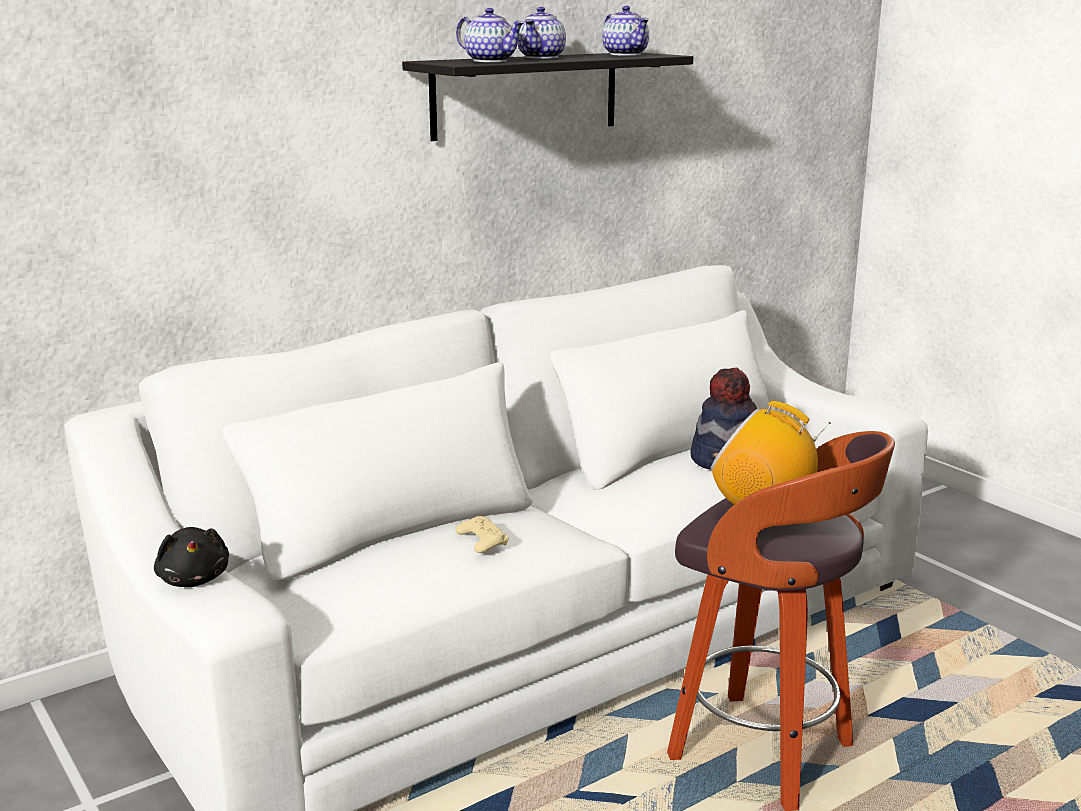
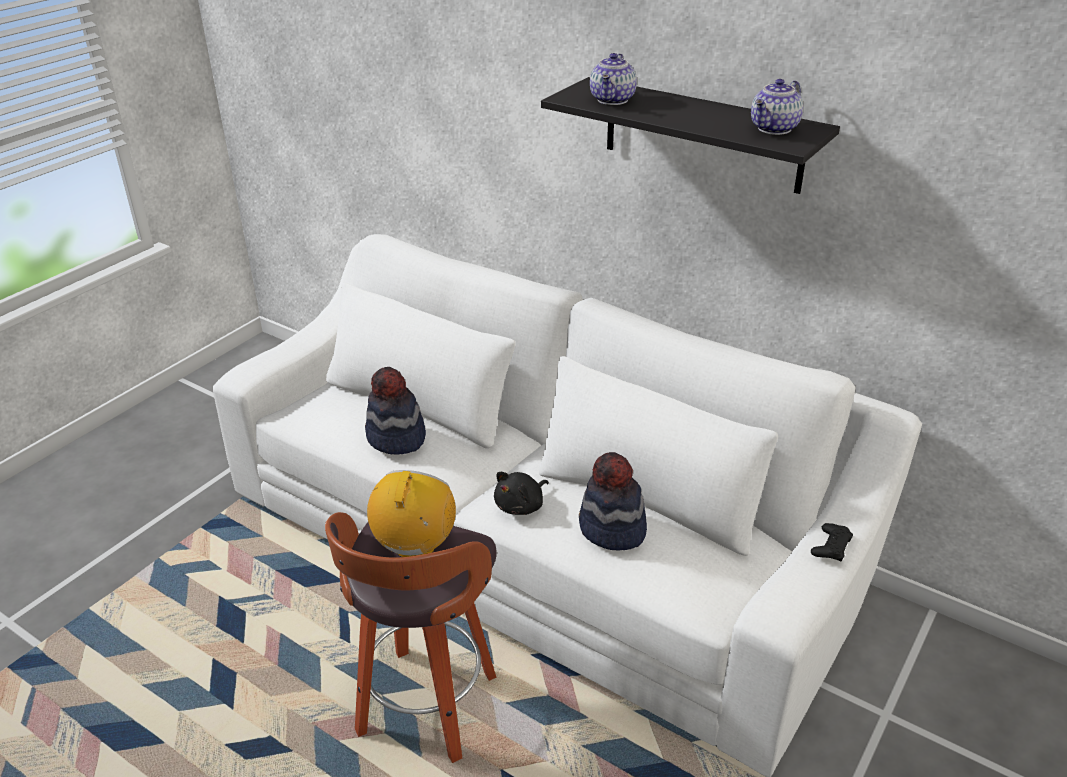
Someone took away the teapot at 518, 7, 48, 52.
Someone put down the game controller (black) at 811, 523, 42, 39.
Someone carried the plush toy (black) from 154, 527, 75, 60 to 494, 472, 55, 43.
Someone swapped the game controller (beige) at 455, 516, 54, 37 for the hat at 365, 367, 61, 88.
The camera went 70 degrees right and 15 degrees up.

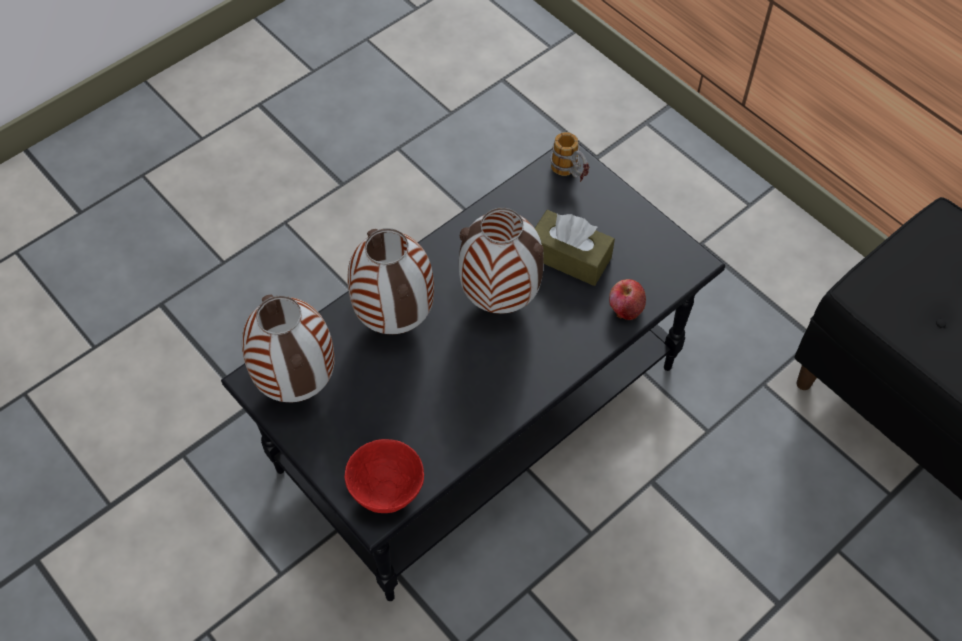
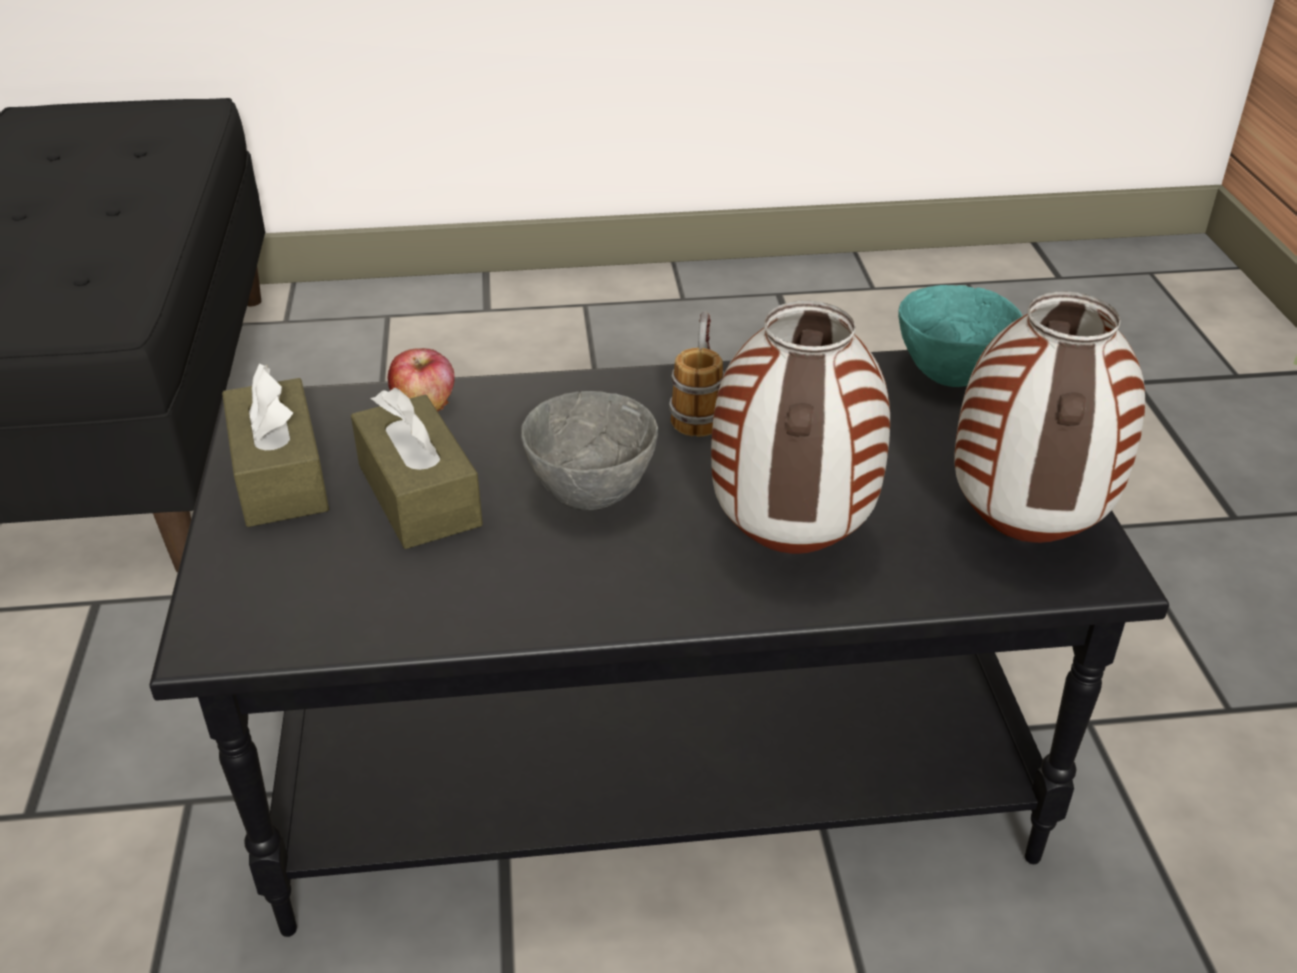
Someone put down the tissue box (brown) at 222, 363, 107, 164.
Someone carried the mug from 550, 132, 39, 50 to 669, 311, 55, 126.
Someone swapped the vase at 459, 208, 85, 106 for the bowl (grey) at 521, 391, 137, 119.
Someone repainted the bowl (red) at 345, 439, 79, 74, which became the bowl (turquoise) at 898, 285, 124, 102.
The camera went 145 degrees left and 20 degrees down.

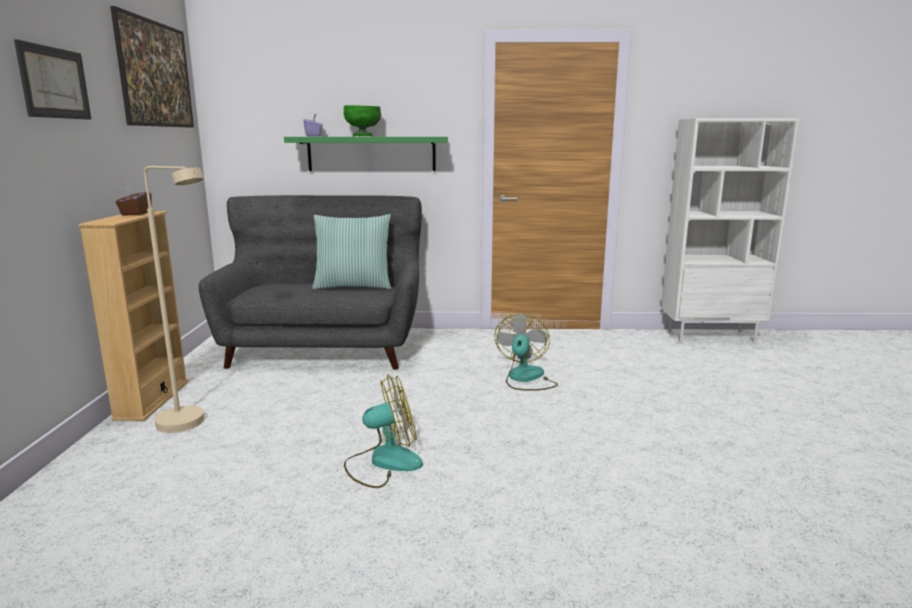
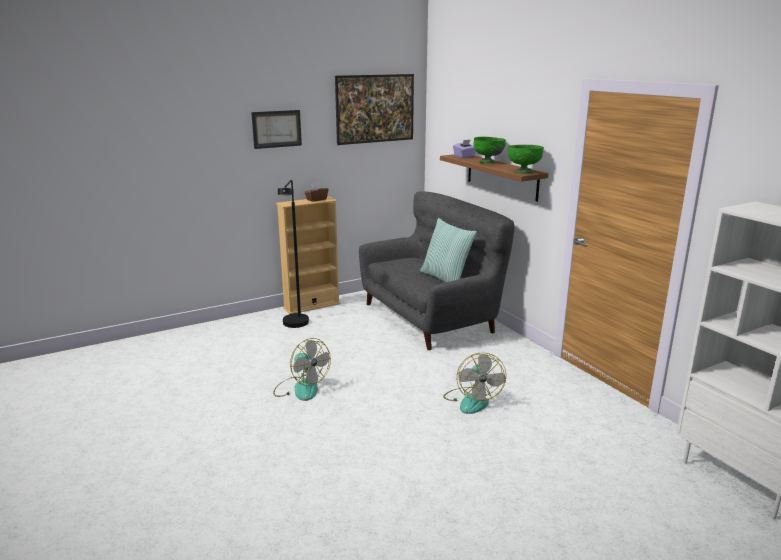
Someone put down the bowl (green) at 508, 145, 36, 29.
Someone repainted the floor lamp (beige) at 144, 166, 60, 267, which became the floor lamp (black) at 278, 180, 31, 148.
Someone repainted the shelf (green) at 284, 137, 164, 34, which became the shelf (brown) at 440, 154, 108, 48.
Someone rotated the fan at 494, 314, 64, 77 by 105 degrees clockwise.
The camera went 60 degrees right and 5 degrees up.

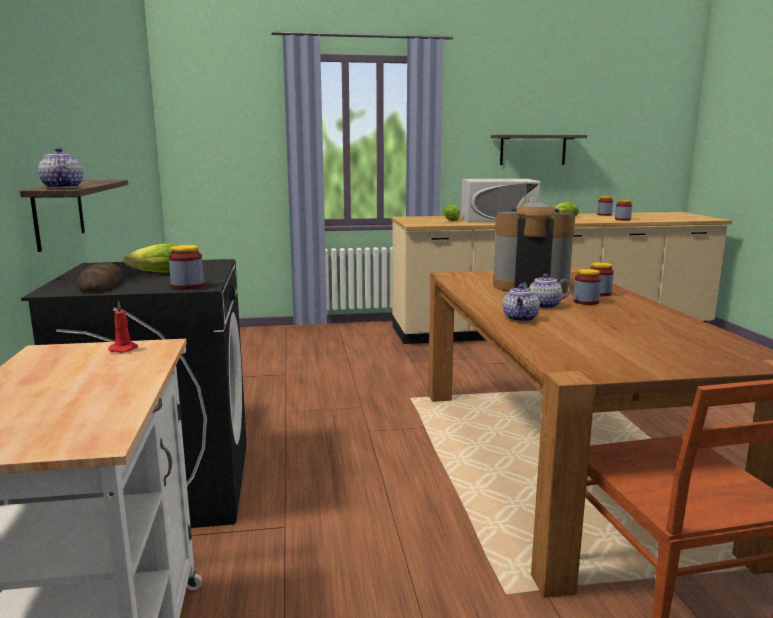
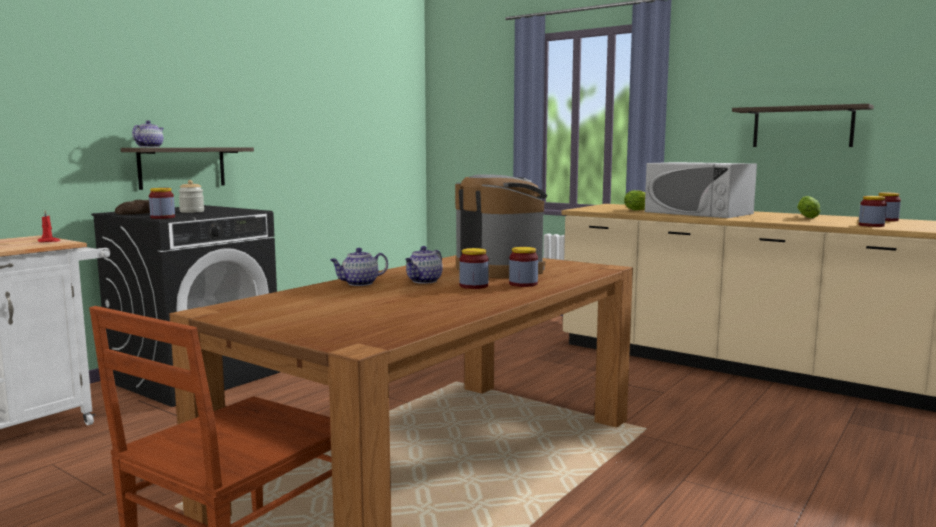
Someone swapped the lettuce at 123, 243, 54, 30 for the jar at 178, 180, 26, 33.
Someone rotated the teapot at 520, 274, 51, 35 by 90 degrees counterclockwise.
The camera went 45 degrees right and 5 degrees down.

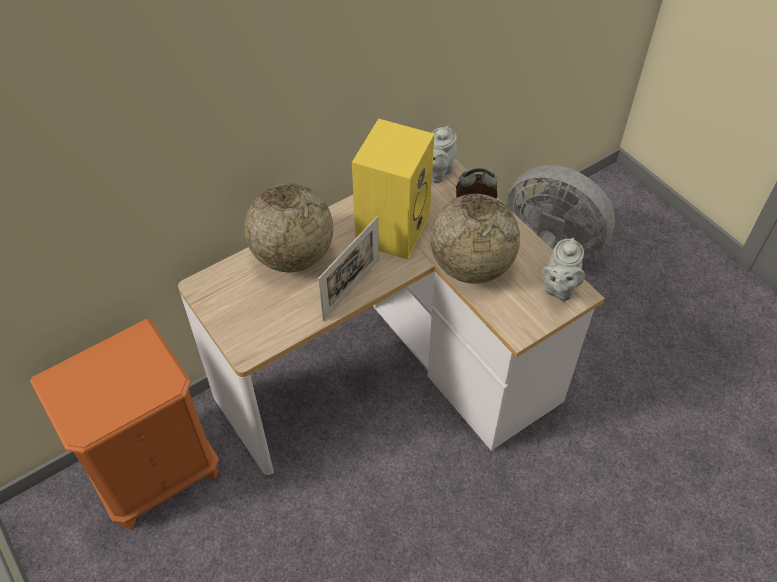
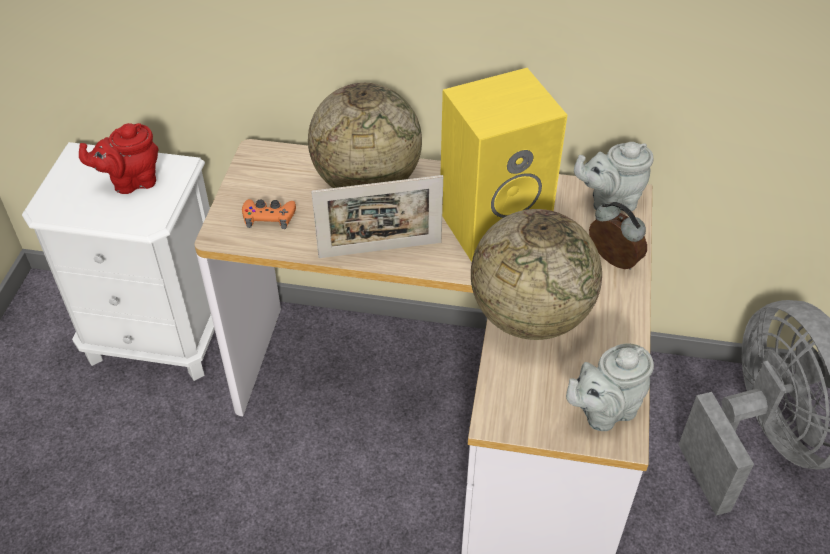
Someone put down the teapot (red) at 79, 123, 79, 71.
Someone put down the game controller (orange) at 242, 199, 54, 30.
Someone repainted the nightstand (orange) at 30, 319, 189, 210, which became the nightstand (white) at 22, 142, 193, 239.
The camera went 45 degrees right and 5 degrees down.

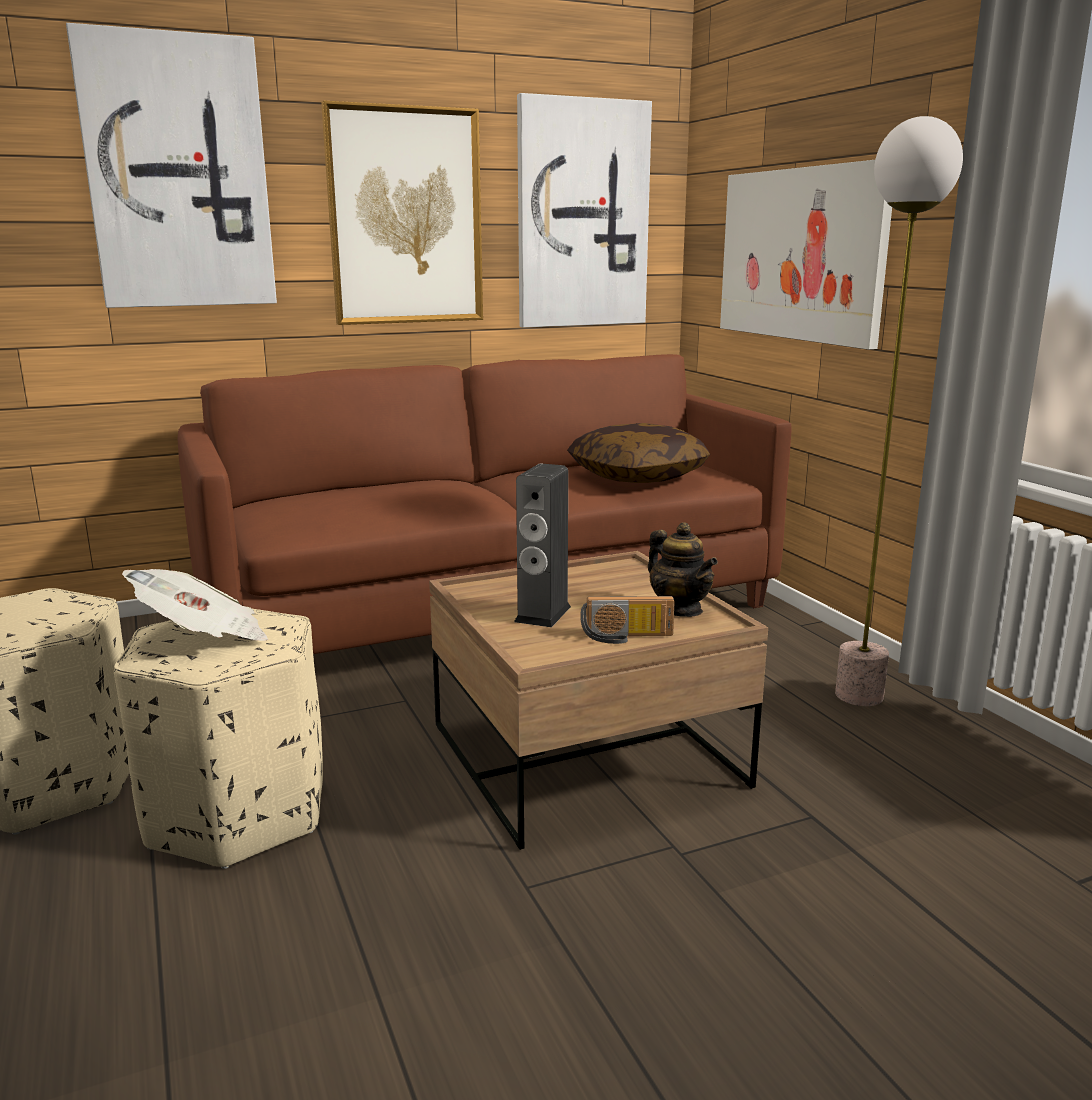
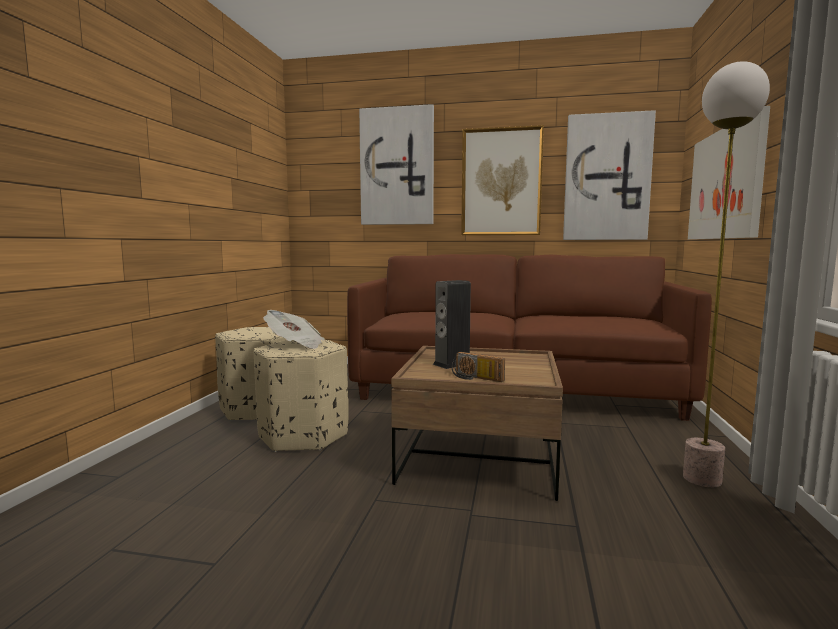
Someone took away the pillow at 567, 423, 143, 60.
Someone took away the teapot at 648, 522, 70, 95.
The camera went 35 degrees right and 10 degrees down.

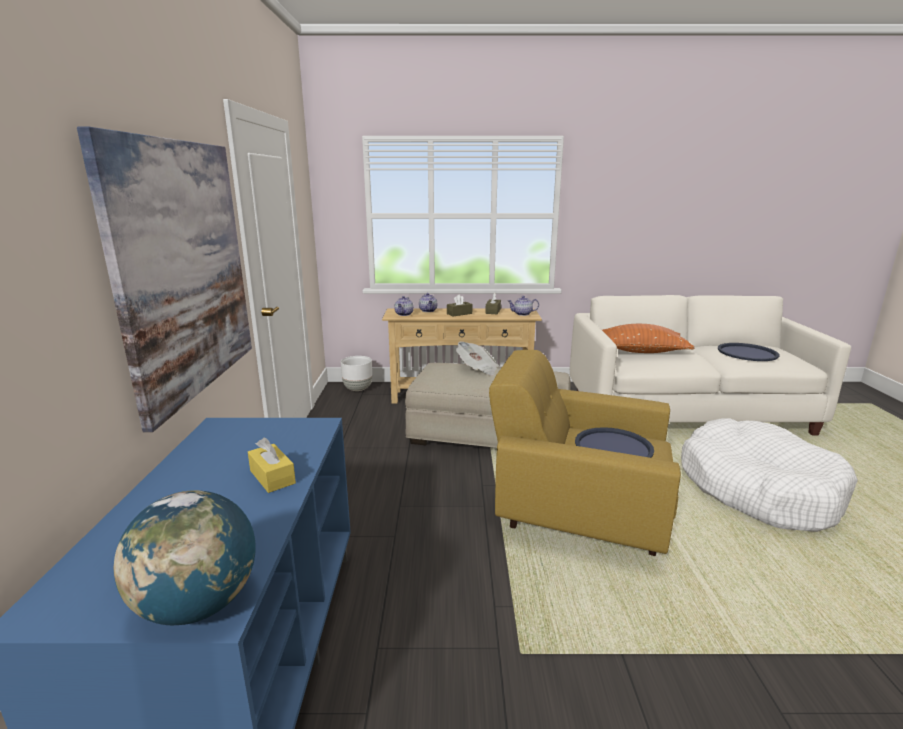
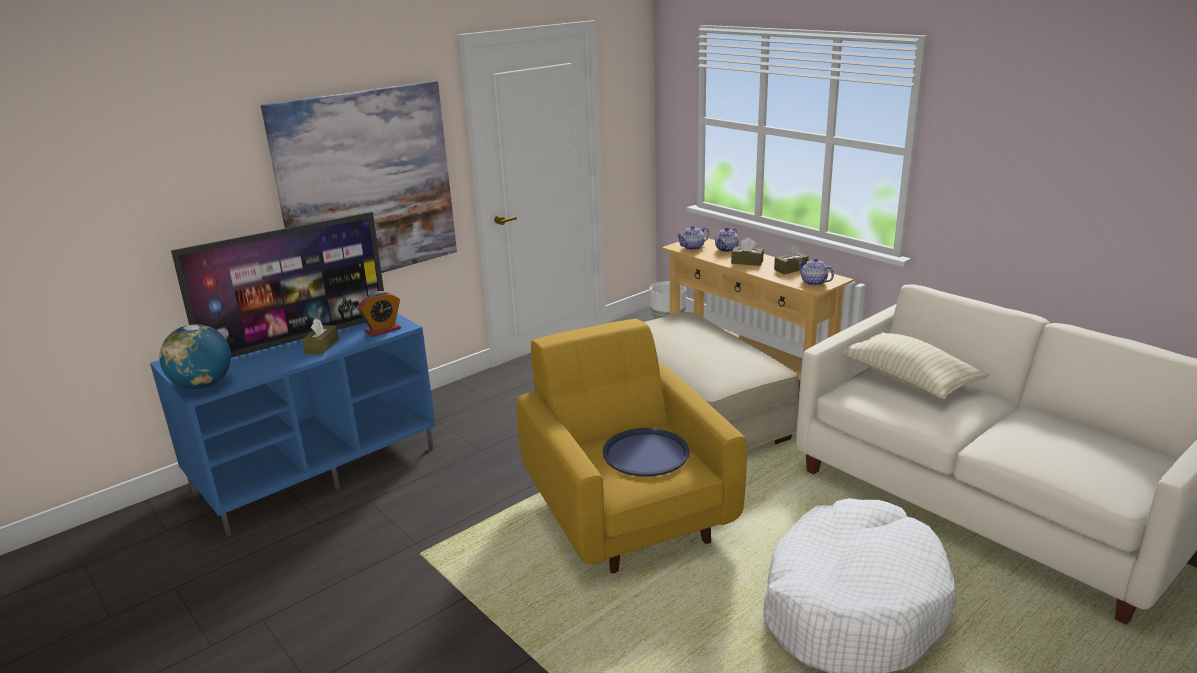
Someone took away the newspaper at 456, 341, 43, 35.
Someone took away the tray (blue) at 718, 343, 62, 18.
Someone put down the television at 171, 212, 213, 146.
Someone put down the alarm clock at 357, 291, 44, 46.
Someone repainted the tissue box (yellow) at 248, 438, 48, 55, which became the tissue box (brown) at 302, 318, 37, 37.
Someone repainted the pillow (orange) at 602, 324, 92, 29, which became the pillow (beige) at 843, 332, 146, 68.
The camera went 50 degrees right and 5 degrees up.

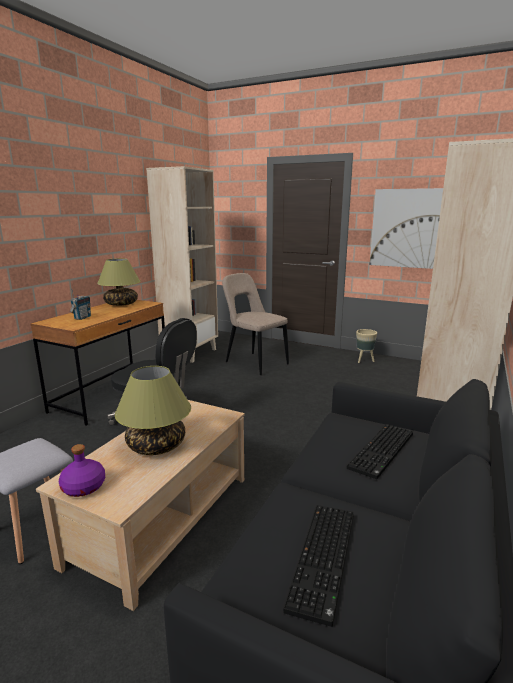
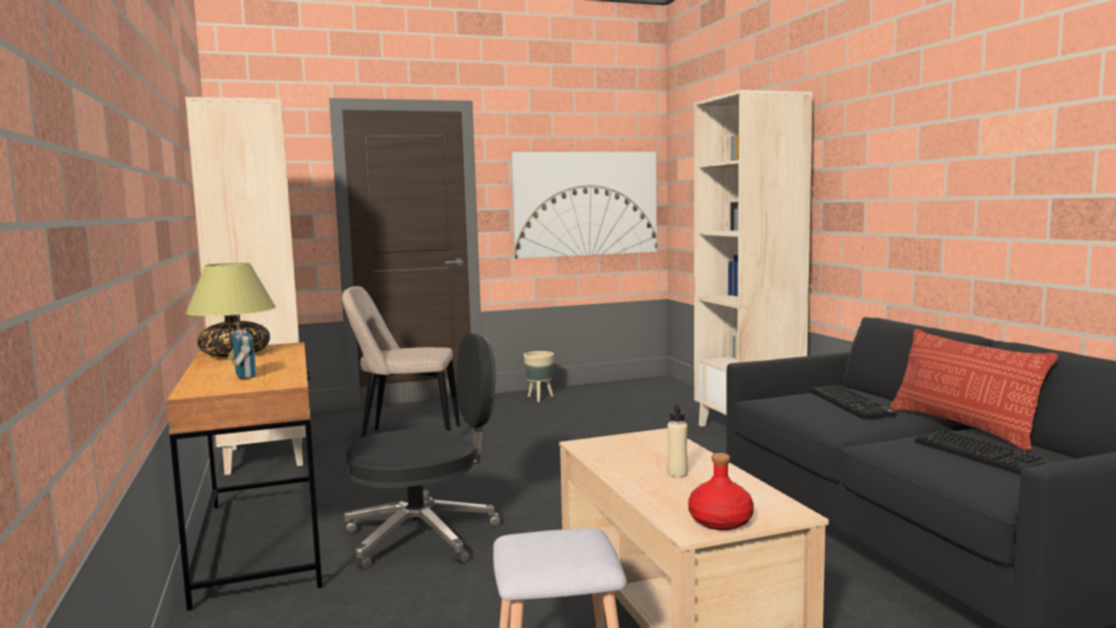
Someone put down the pillow at 890, 329, 168, 122.
Someone swapped the table lamp at 115, 366, 76, 89 for the bottle (beige) at 667, 402, 21, 76.
Someone repainted the bottle (purple) at 59, 444, 46, 53, which became the bottle (red) at 688, 453, 66, 77.
The camera went 45 degrees left and 10 degrees down.

